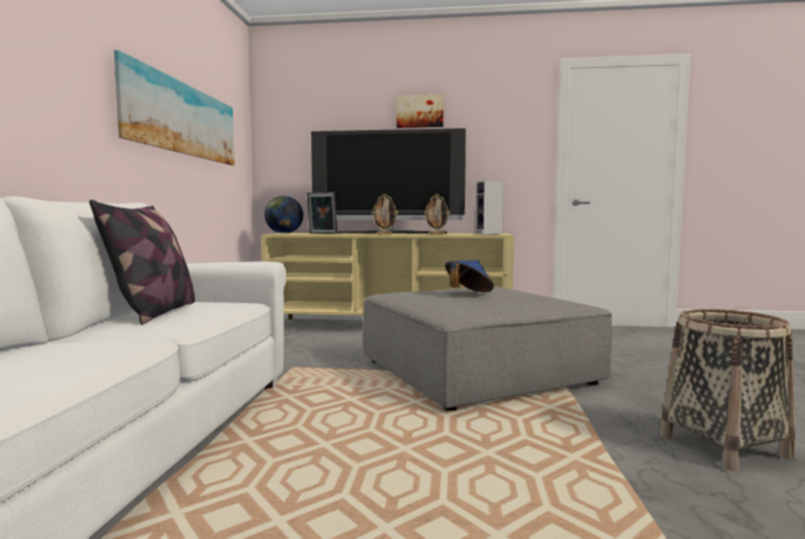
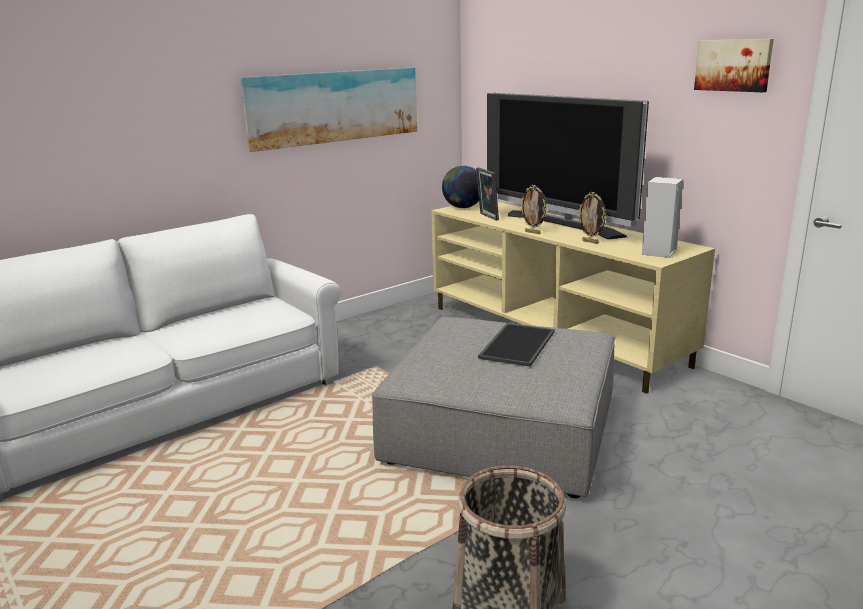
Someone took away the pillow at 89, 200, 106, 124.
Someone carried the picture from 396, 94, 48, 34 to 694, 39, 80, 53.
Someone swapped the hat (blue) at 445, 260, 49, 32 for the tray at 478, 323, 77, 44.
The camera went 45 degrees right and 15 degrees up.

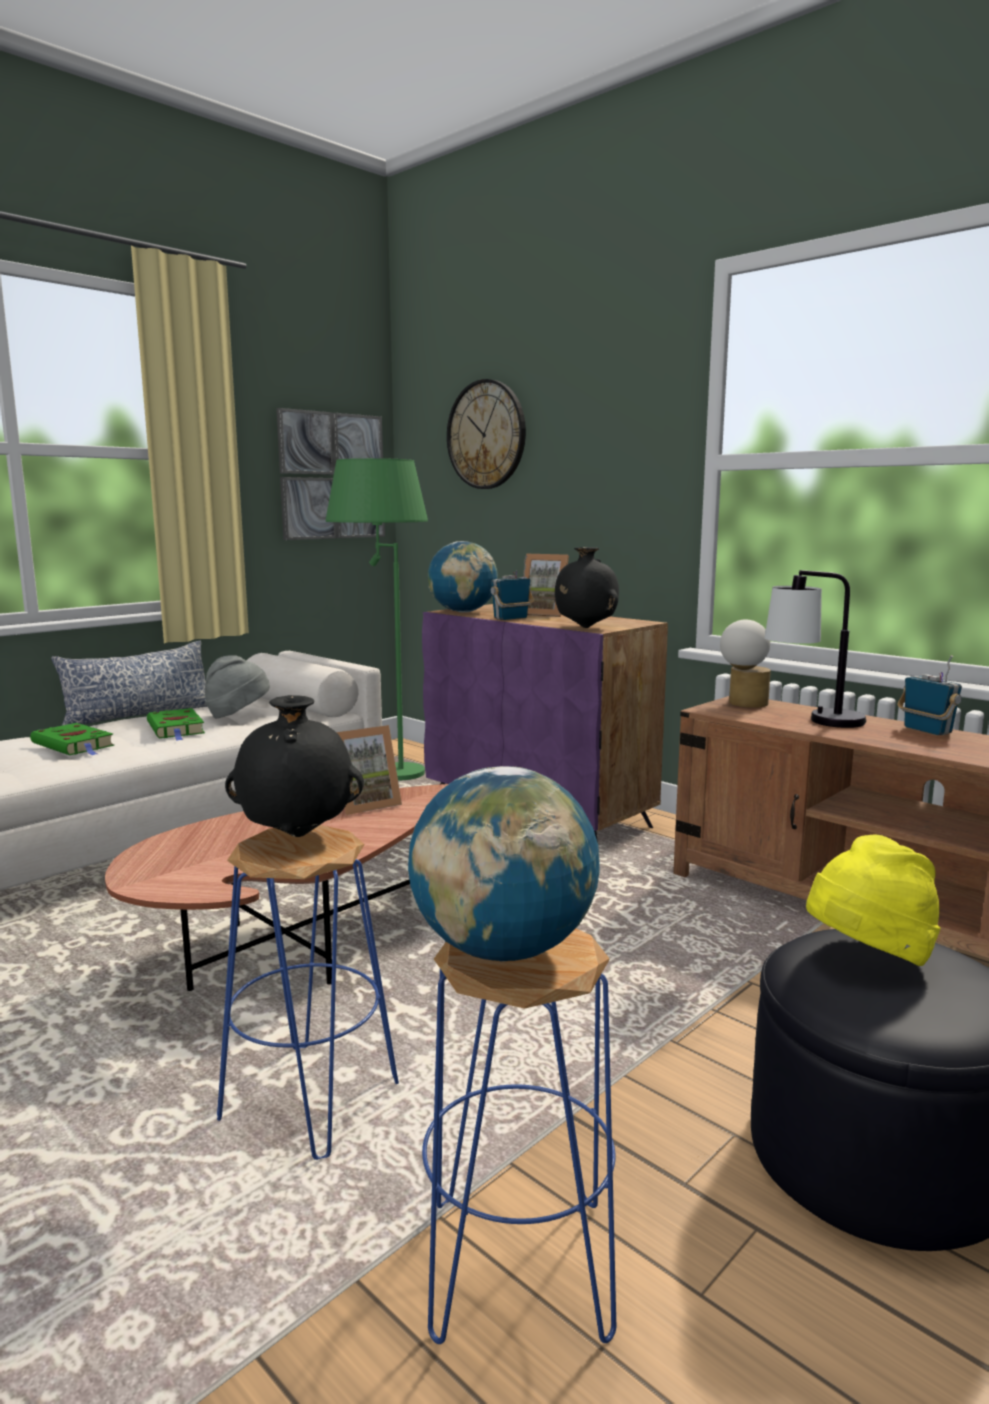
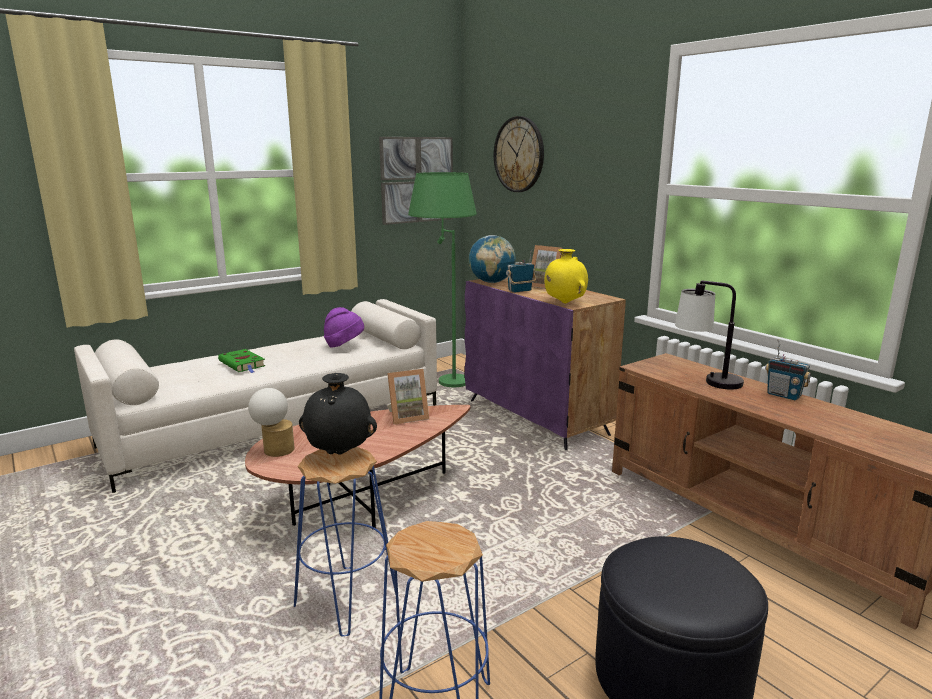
Someone took away the pillow at 51, 641, 157, 85.
Someone took away the book (green) at 147, 708, 58, 33.
Someone took away the globe at 408, 766, 192, 196.
Someone took away the hat (yellow) at 806, 834, 134, 132.
Someone carried the table lamp from 720, 620, 51, 88 to 248, 388, 46, 69.
Someone repainted the hat (grey) at 205, 655, 65, 63, which became the hat (purple) at 324, 307, 40, 41.
Someone repainted the vase (black) at 555, 547, 64, 81, which became the vase (yellow) at 544, 249, 44, 54.
Someone rotated the radio at 898, 655, 64, 80 by 150 degrees clockwise.
The camera went 10 degrees right and 5 degrees up.

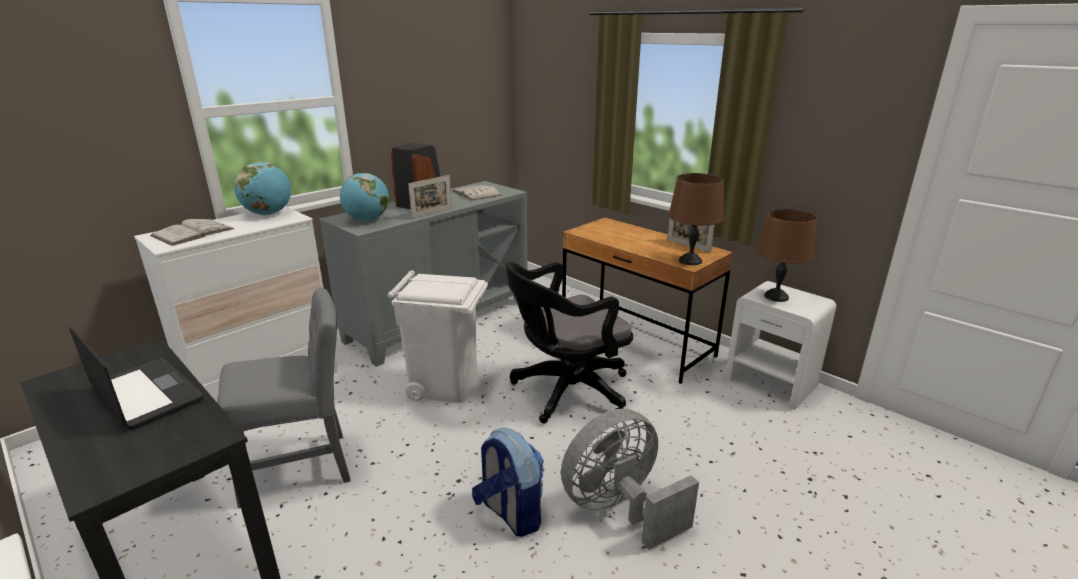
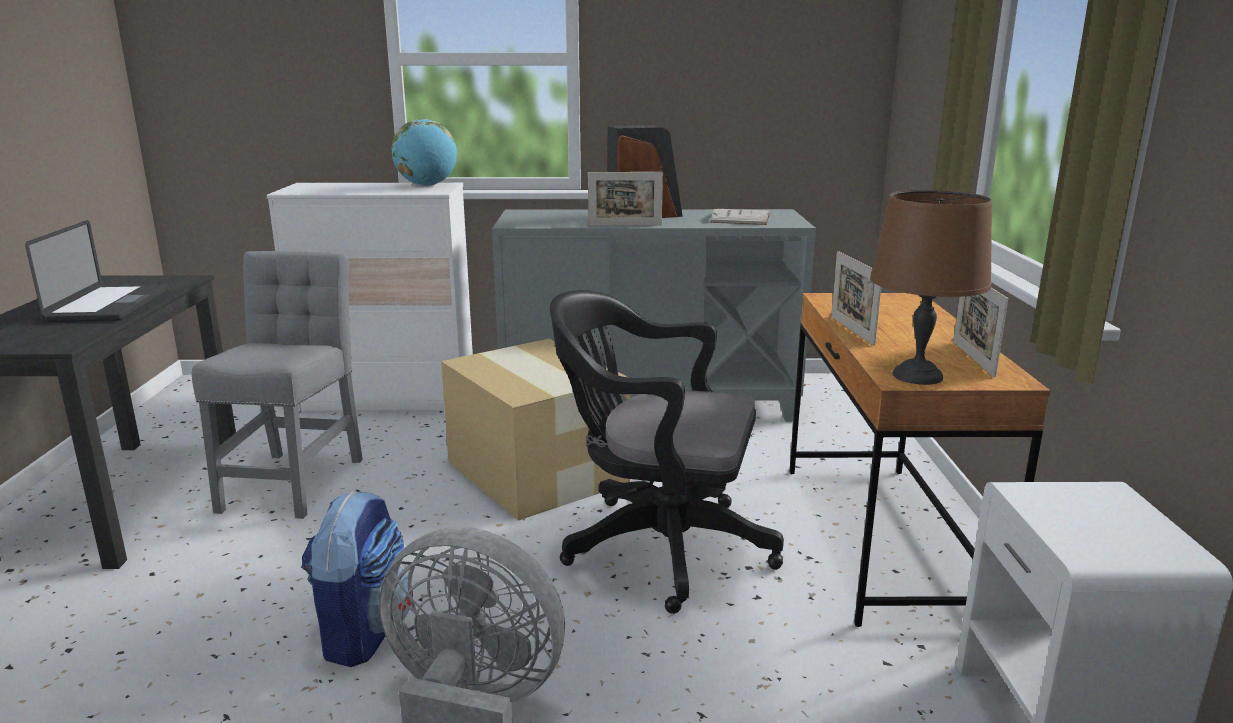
Someone took away the book (white) at 150, 219, 84, 27.
Someone took away the globe at 340, 173, 49, 48.
Someone took away the table lamp (brown) at 756, 208, 61, 94.
Someone put down the picture frame at 831, 251, 50, 95.
Someone swapped the trash can (white) at 388, 270, 100, 133 for the cardboard box at 441, 339, 189, 182.
Someone rotated the chair (grey) at 217, 288, 134, 220 by 105 degrees counterclockwise.
The camera went 45 degrees right and 5 degrees down.

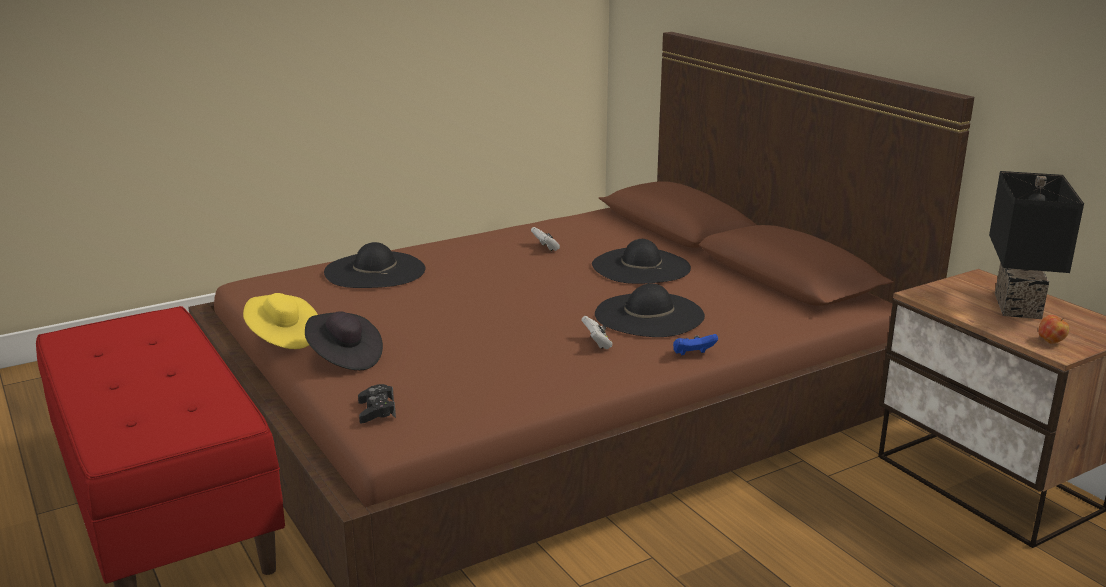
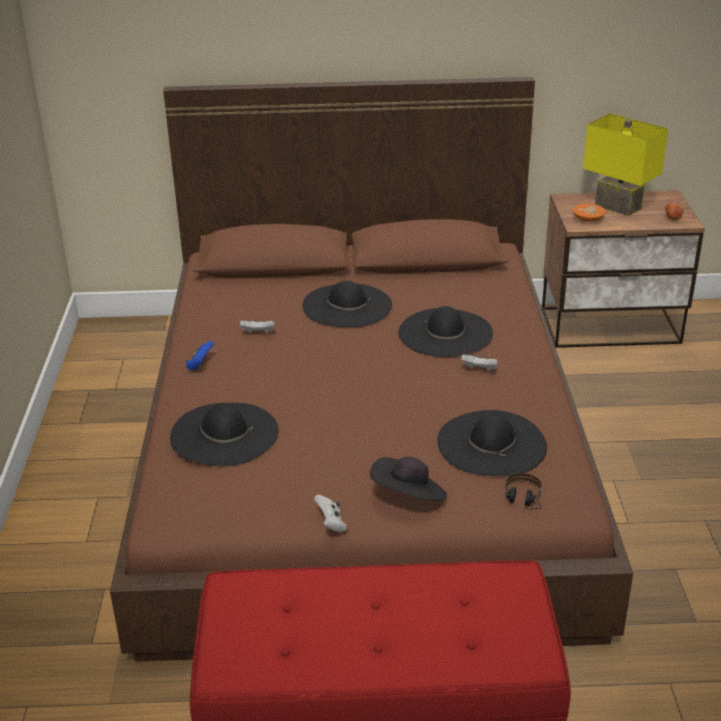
Someone put down the hat (black) at 438, 410, 109, 66.
Someone put down the bowl (orange) at 573, 204, 33, 18.
Someone carried the game controller (blue) from 673, 334, 45, 21 to 185, 341, 29, 29.
Someone swapped the hat (yellow) at 243, 293, 75, 56 for the game controller (white) at 314, 495, 33, 37.
Someone swapped the game controller (black) at 358, 384, 38, 40 for the headphones at 505, 473, 37, 37.
Someone repainted the table lamp (black) at 989, 171, 95, 148, which became the table lamp (yellow) at 583, 113, 85, 103.
The camera went 60 degrees left and 10 degrees up.

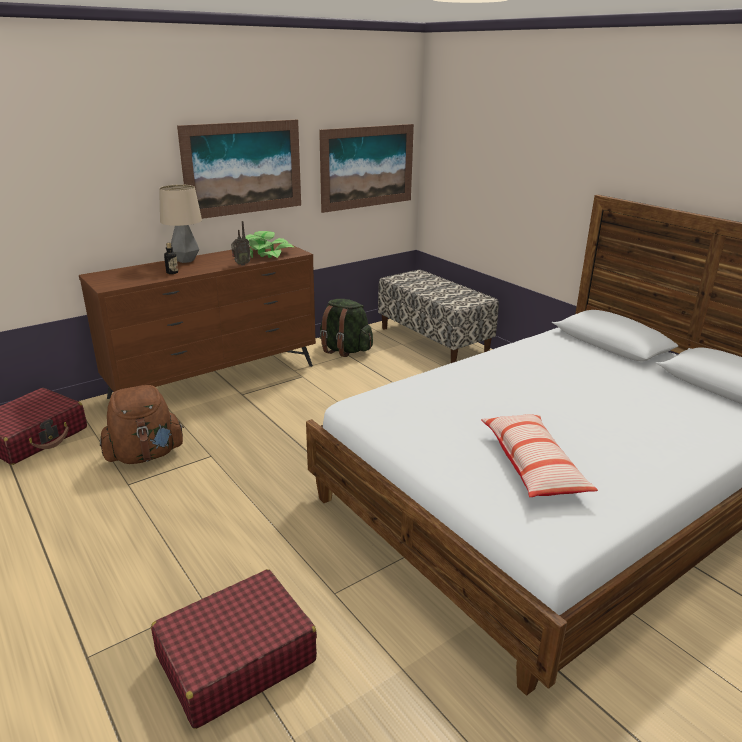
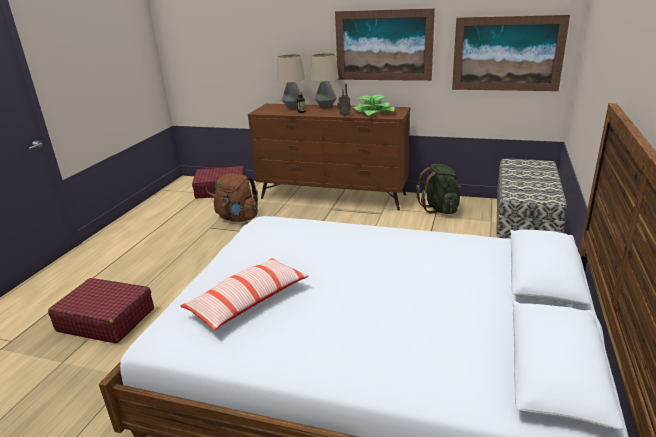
Someone put down the table lamp at 277, 54, 28, 55.
The camera went 55 degrees right and 0 degrees up.

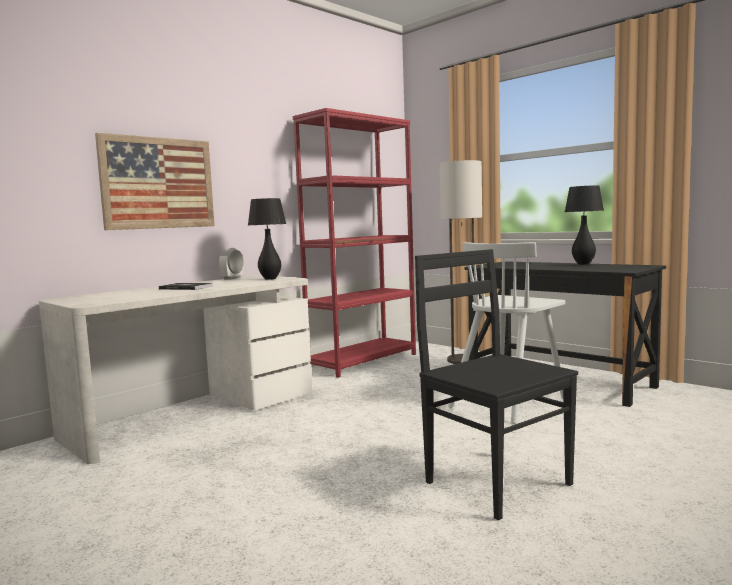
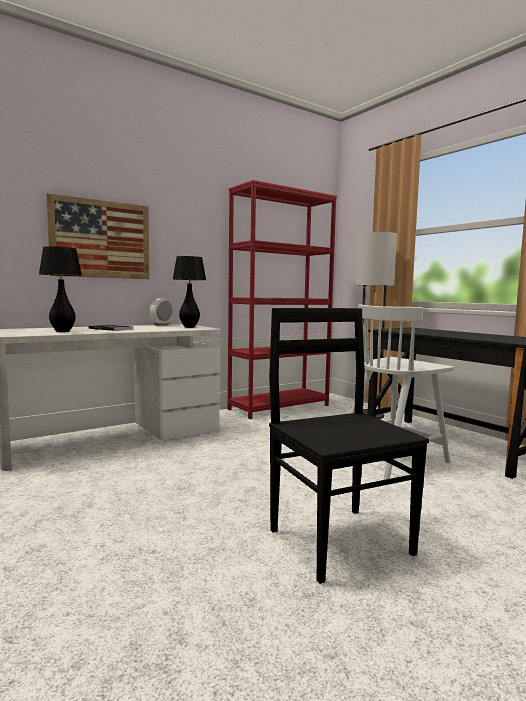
Someone carried the table lamp (black) from 565, 185, 39, 80 to 39, 246, 43, 86.
The camera went 10 degrees right and 0 degrees up.

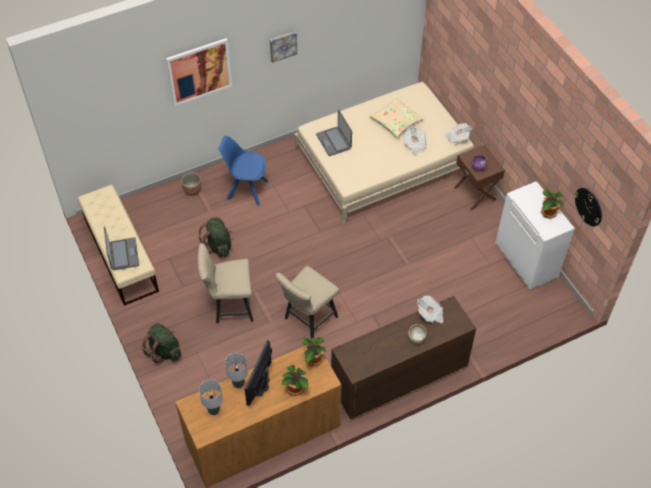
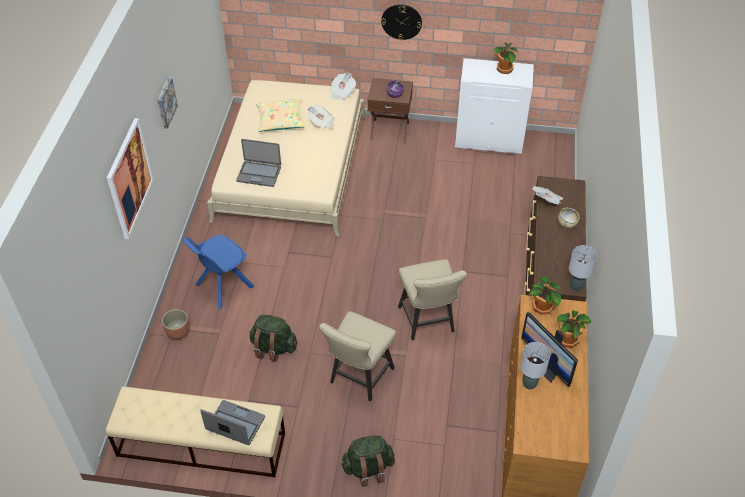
Someone carried the table lamp (grey) from 199, 380, 24, 35 to 569, 245, 28, 46.
Someone carried the wall clock from 574, 188, 28, 39 to 381, 4, 41, 36.
The camera went 55 degrees left and 5 degrees down.

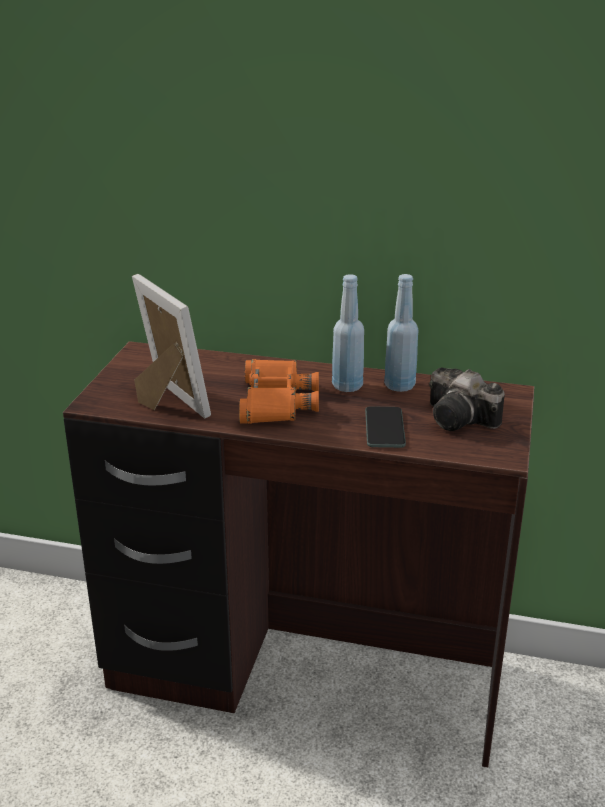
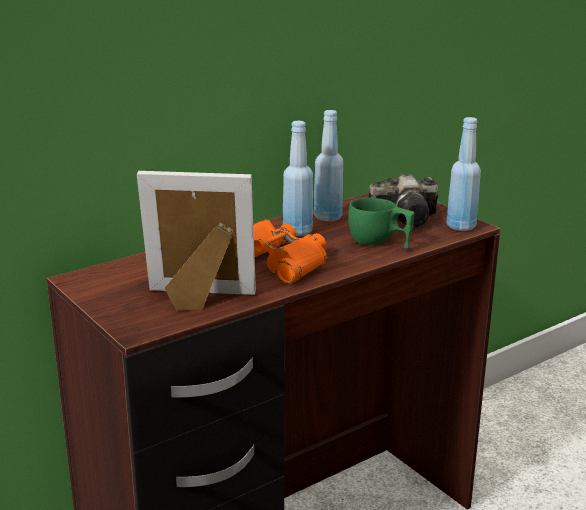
Someone put down the bottle (blue) at 447, 117, 34, 114.
Someone swapped the phone at 365, 406, 41, 42 for the cup (green) at 348, 198, 67, 51.
The camera went 50 degrees left and 5 degrees down.

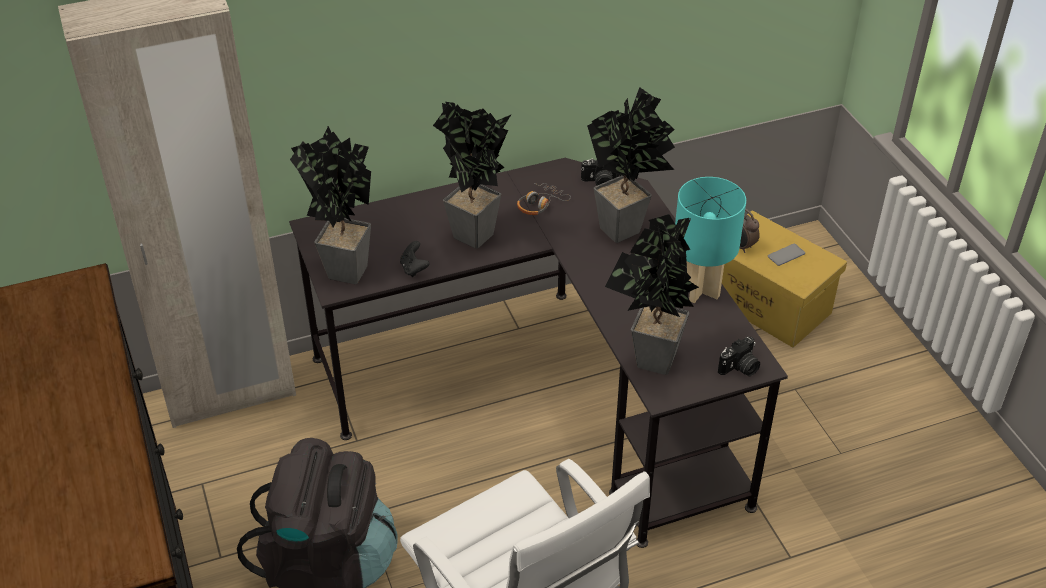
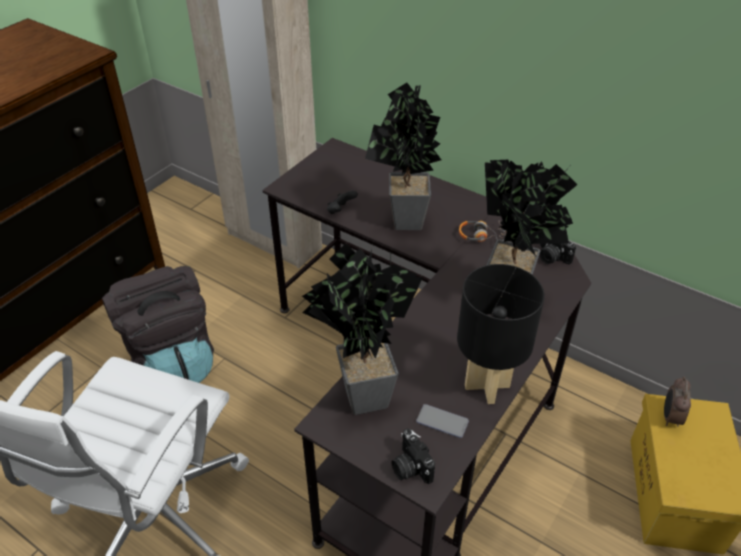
Someone took away the potted plant at 290, 126, 81, 158.
Someone carried the phone from 768, 244, 37, 22 to 416, 404, 53, 34.
Someone repainted the table lamp (turquoise) at 675, 177, 71, 126, which became the table lamp (black) at 457, 264, 88, 140.
Someone rotated the photo camera at 718, 337, 42, 39 by 45 degrees clockwise.
The camera went 55 degrees right and 0 degrees up.

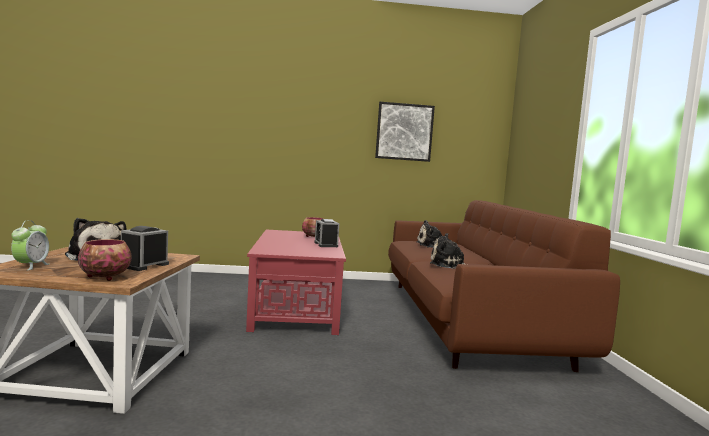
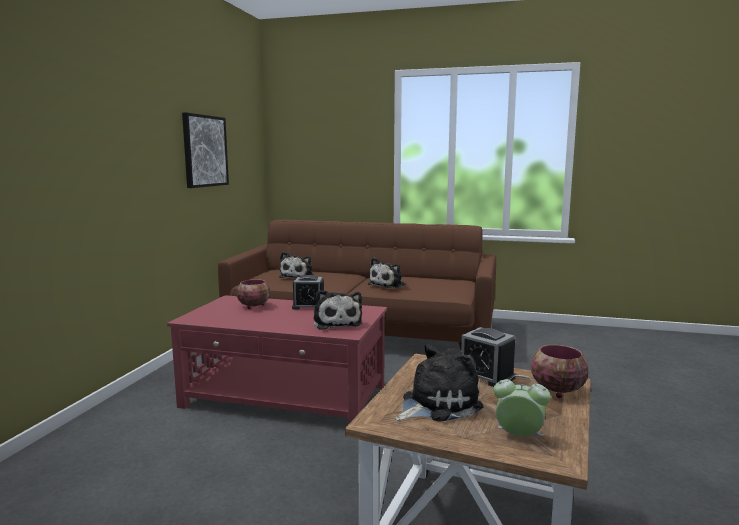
Someone put down the plush toy at 314, 290, 48, 40.
The camera went 70 degrees left and 5 degrees up.

